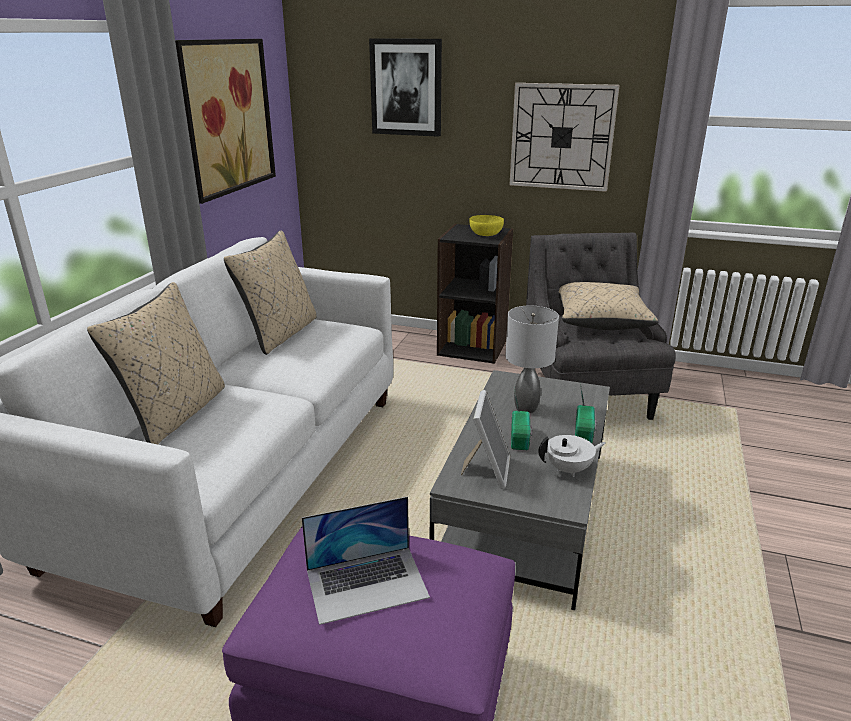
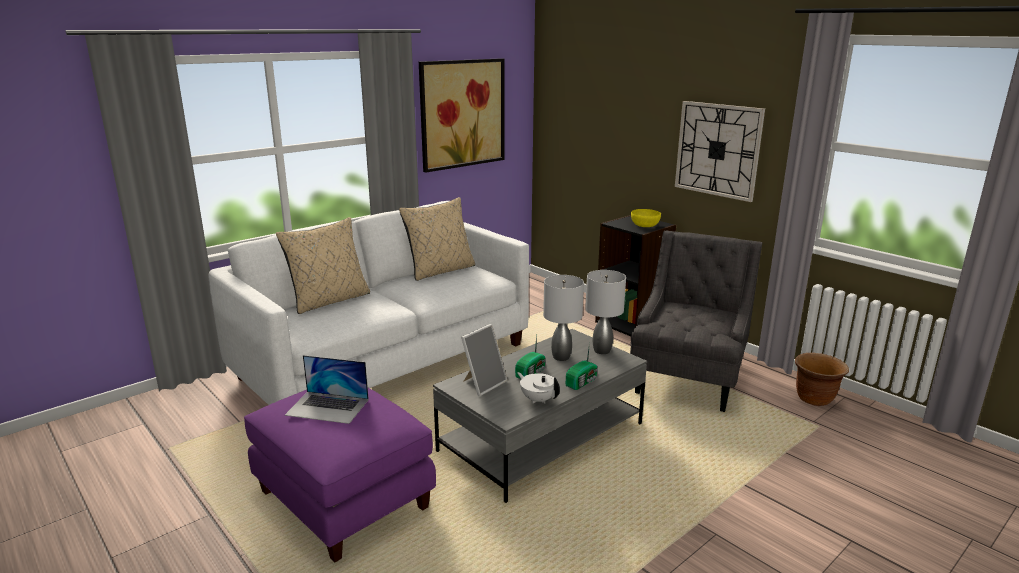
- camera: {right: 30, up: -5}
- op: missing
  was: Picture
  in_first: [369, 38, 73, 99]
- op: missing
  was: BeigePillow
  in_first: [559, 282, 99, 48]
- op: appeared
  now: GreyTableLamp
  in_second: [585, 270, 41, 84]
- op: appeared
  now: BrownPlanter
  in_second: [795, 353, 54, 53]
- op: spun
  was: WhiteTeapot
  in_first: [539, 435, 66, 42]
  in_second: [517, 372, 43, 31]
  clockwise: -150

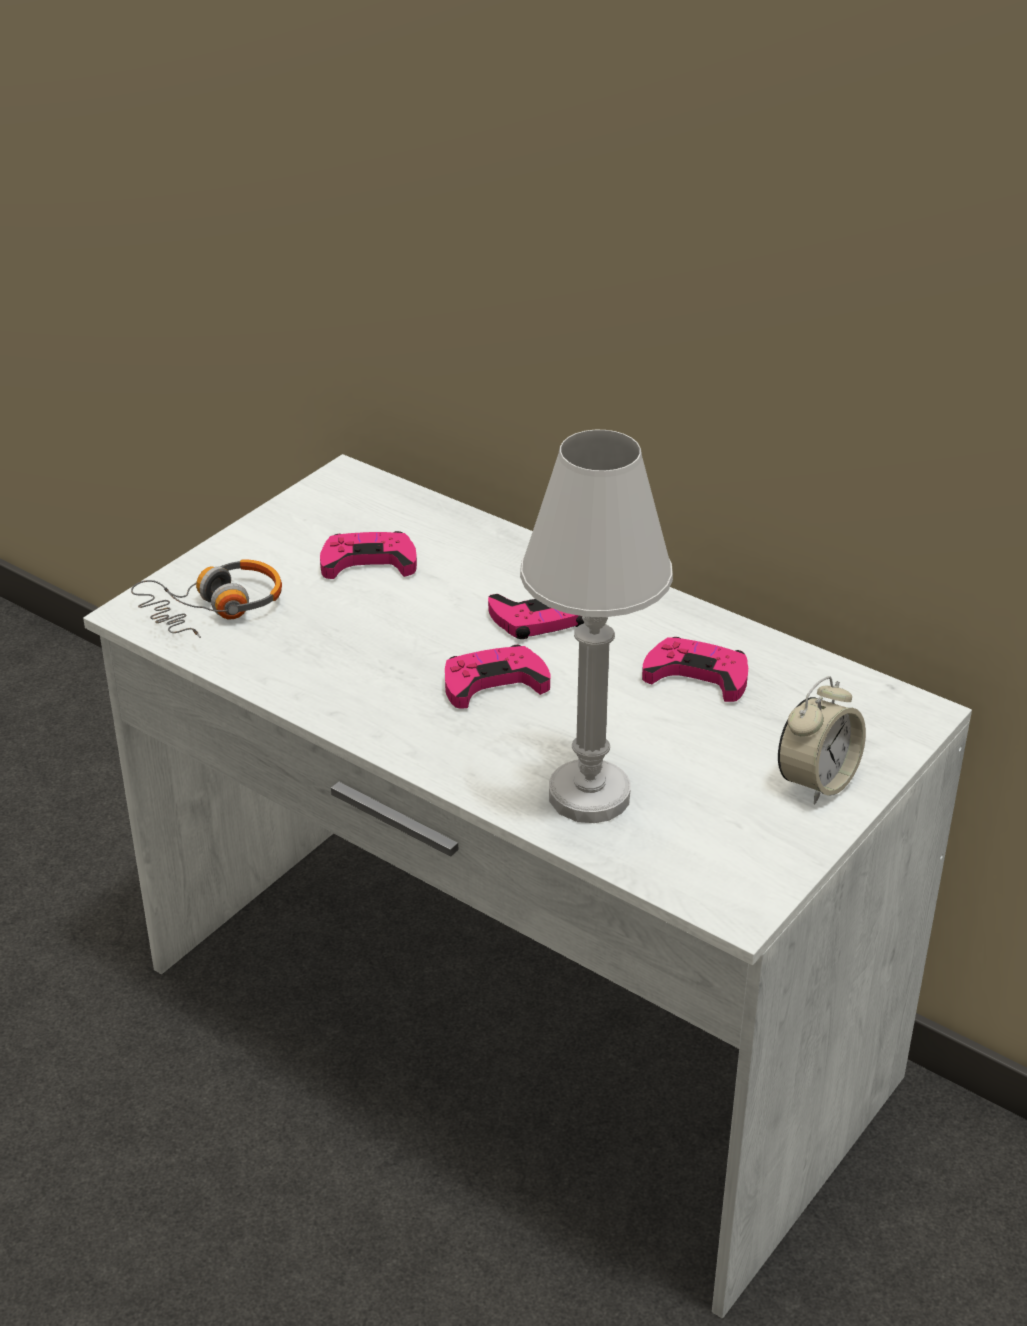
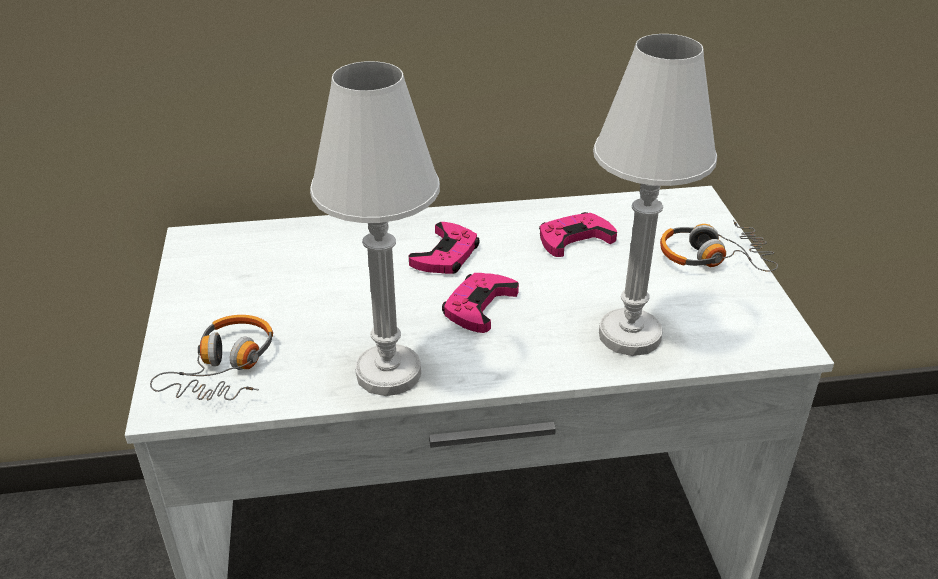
- camera: {right: -45, up: 0}
- op: missing
  was: PinkGameController
  in_first: [320, 531, 97, 48]
- op: appeared
  now: WhiteTableLamp
  in_second: [310, 61, 130, 335]
- op: exchanged
  was: AlarmClock
  now: Headphones
  in_first: [778, 676, 88, 128]
  in_second: [660, 220, 118, 52]

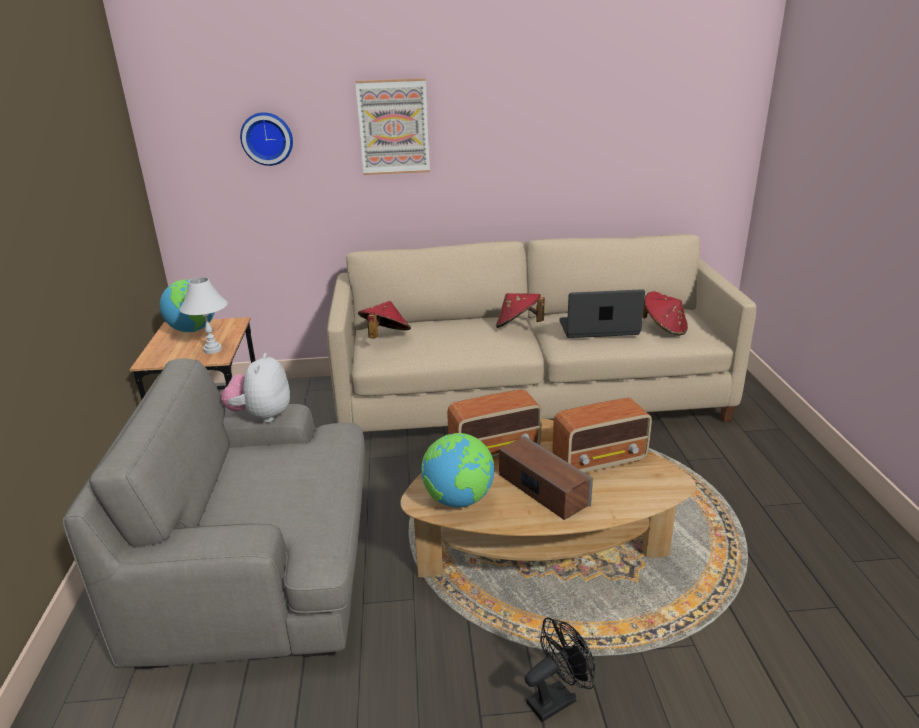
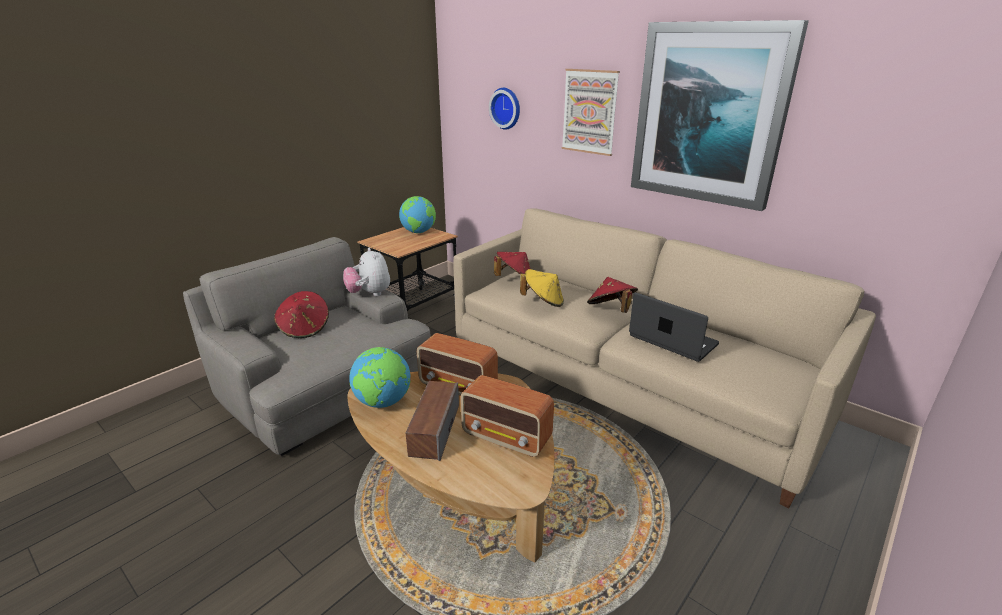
- camera: {right: 45, up: 0}
- op: missing
  was: WhiteTableLamp
  in_first: [180, 277, 48, 77]
- op: missing
  was: BlackFan
  in_first: [525, 617, 70, 105]
- op: appeared
  now: YellowHat
  in_second: [520, 269, 44, 38]
- op: appeared
  now: Picture
  in_second: [631, 20, 178, 191]
- op: relocated
  was: RedHat
  in_first: [643, 291, 45, 45]
  in_second: [274, 291, 55, 47]
- op: spun
  was: PlushToy
  in_first: [221, 353, 69, 69]
  in_second: [343, 248, 47, 48]
  clockwise: -75

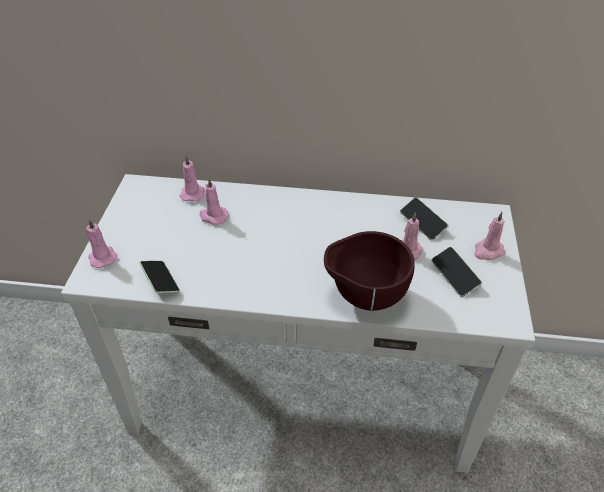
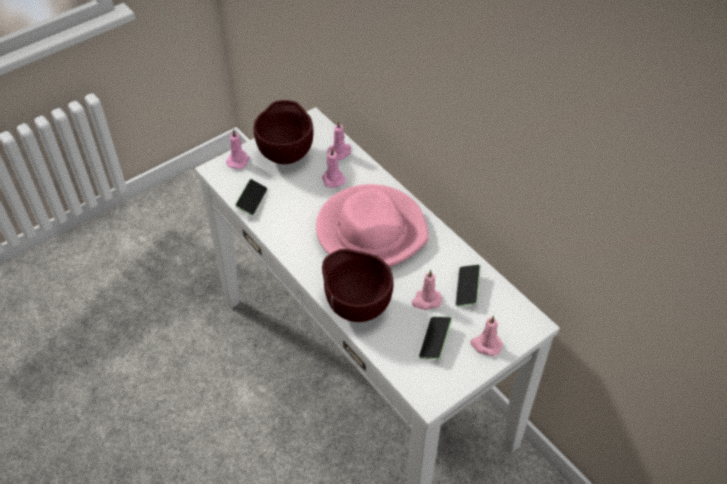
- camera: {right: 45, up: 5}
- op: appeared
  now: BrownBowl
  in_second: [254, 100, 59, 64]
- op: appeared
  now: PinkHat
  in_second: [316, 184, 113, 83]

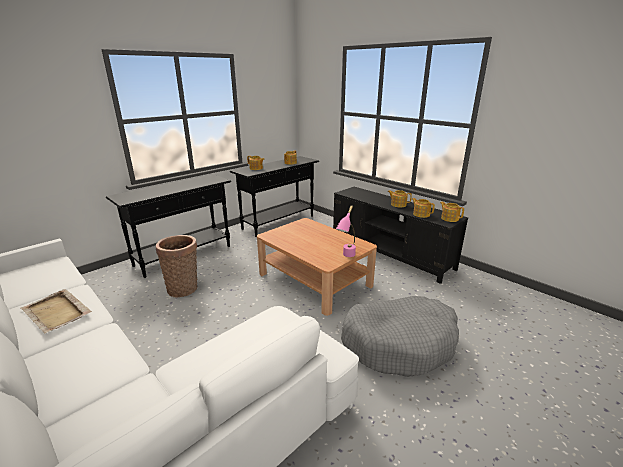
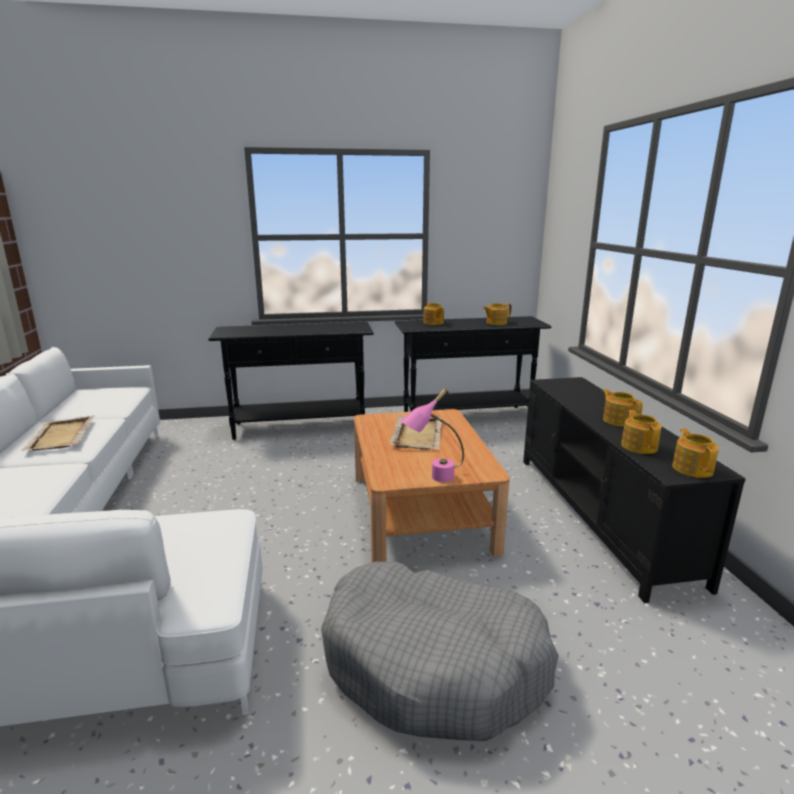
- camera: {right: 35, up: -5}
- op: missing
  was: Basket
  in_first: [156, 235, 42, 62]
- op: appeared
  now: BeigeTray
  in_second: [390, 415, 52, 35]

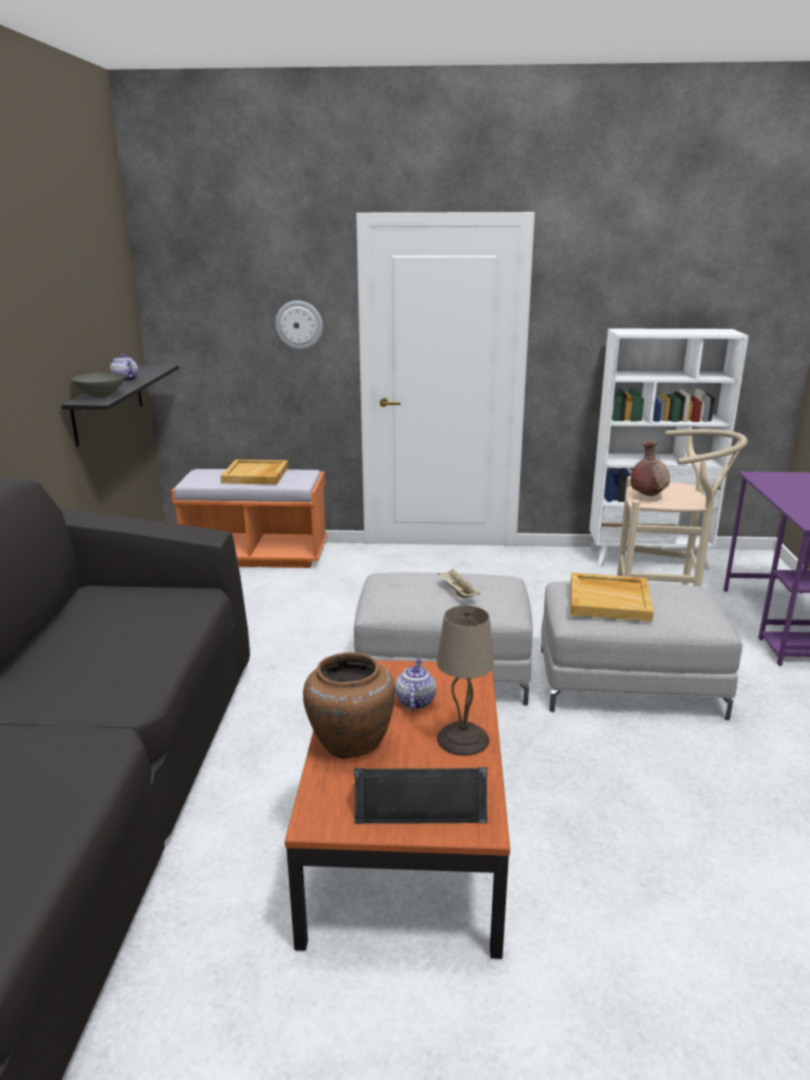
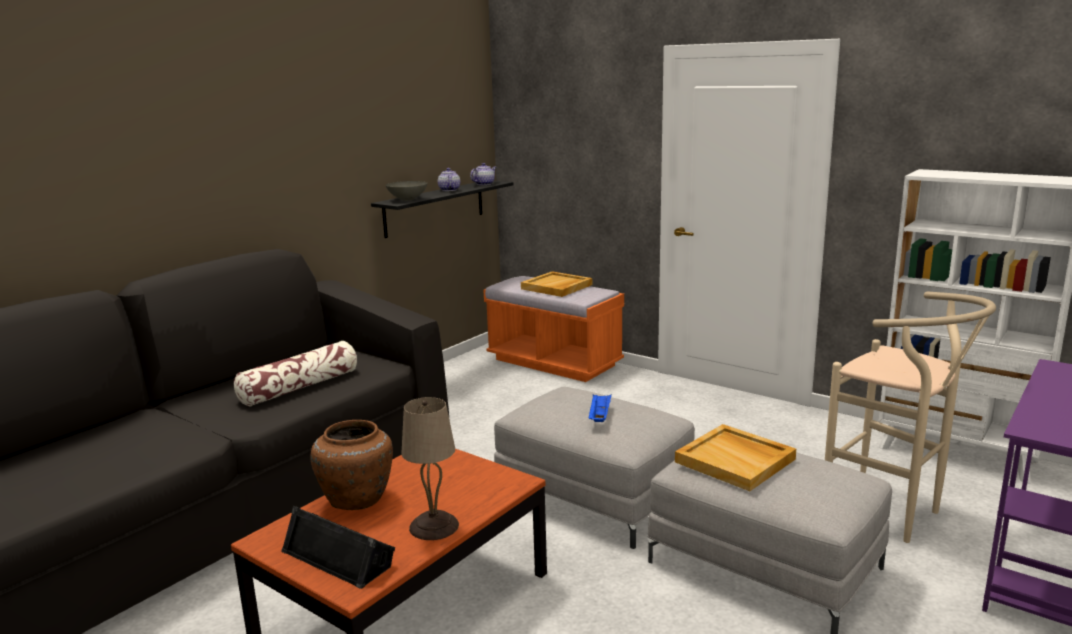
- camera: {right: 35, up: -5}
- op: missing
  was: WallClock
  in_first: [275, 301, 48, 49]
- op: missing
  was: BrownVase
  in_first: [631, 441, 39, 55]
- op: appeared
  now: Pillow
  in_second: [234, 341, 123, 66]
- op: relocated
  was: Teapot
  in_first: [395, 659, 41, 51]
  in_second: [470, 163, 26, 22]
- op: colour
  was: BeigeTray
  now: BlueTray
  in_first: [438, 569, 42, 29]
  in_second: [588, 394, 24, 28]

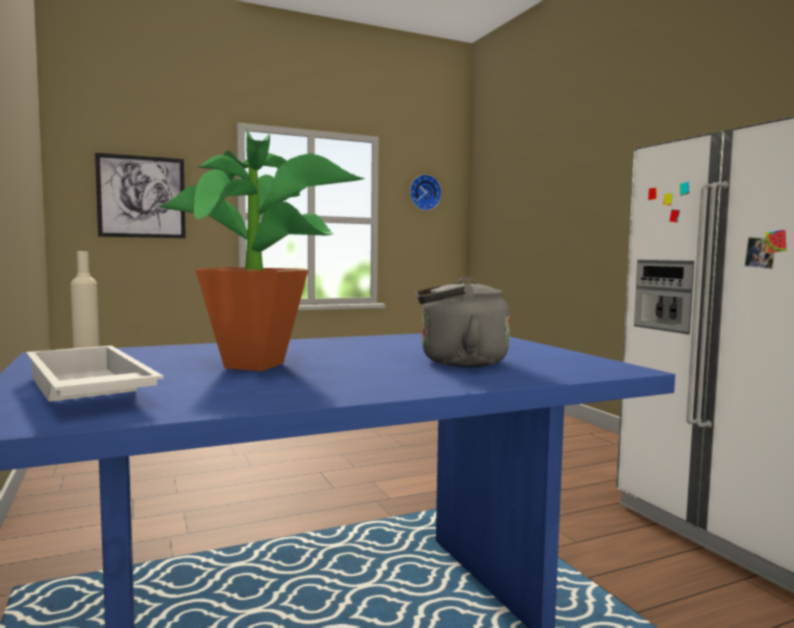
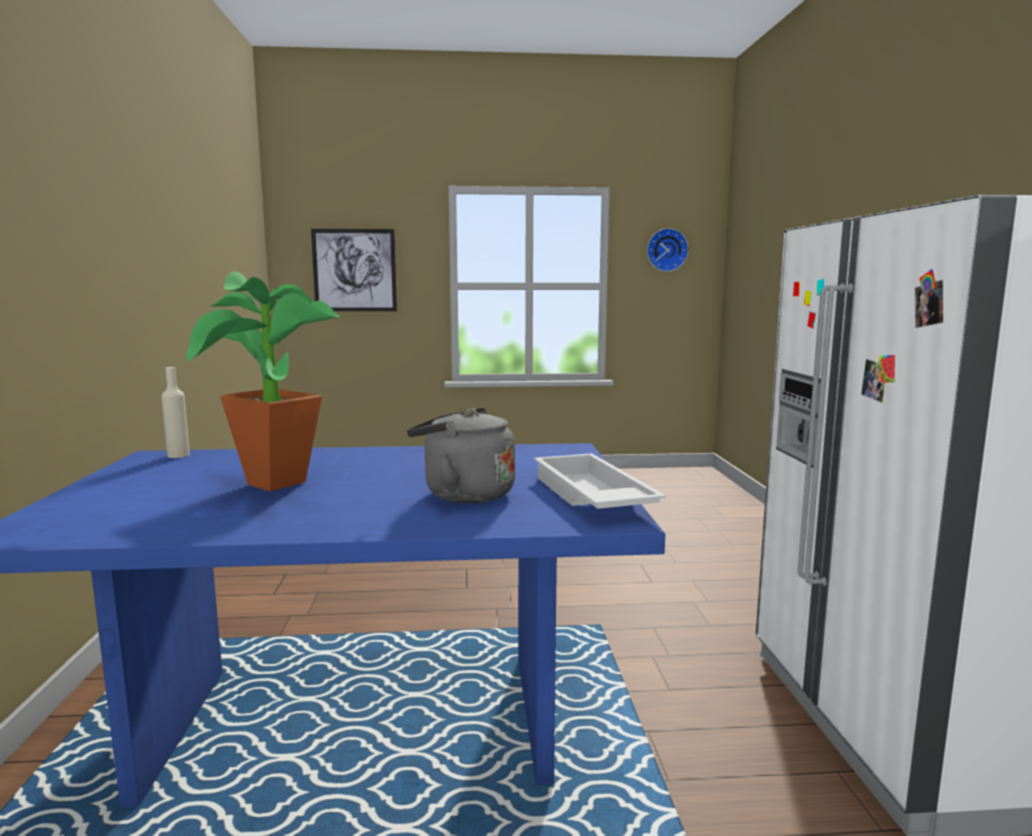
- camera: {right: 20, up: 5}
- op: relocated
  was: WhiteTray
  in_first: [26, 346, 137, 56]
  in_second: [534, 454, 132, 55]

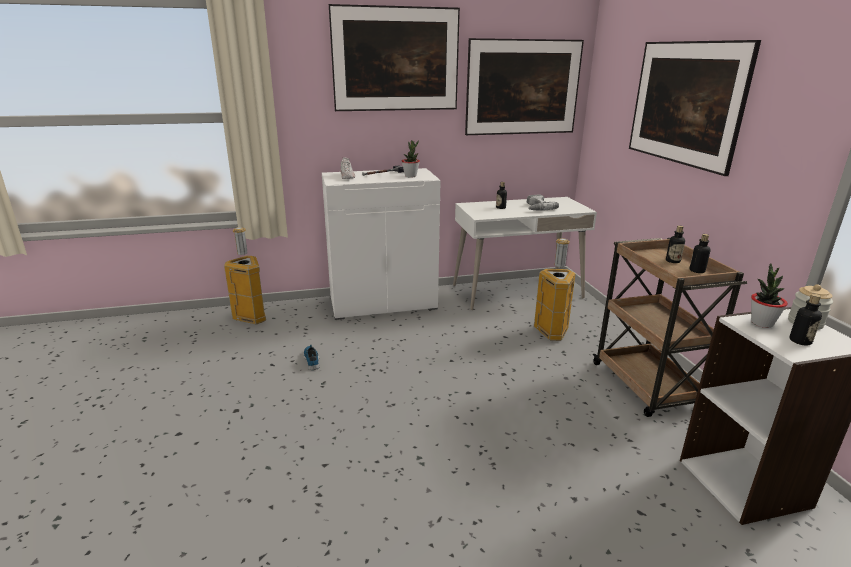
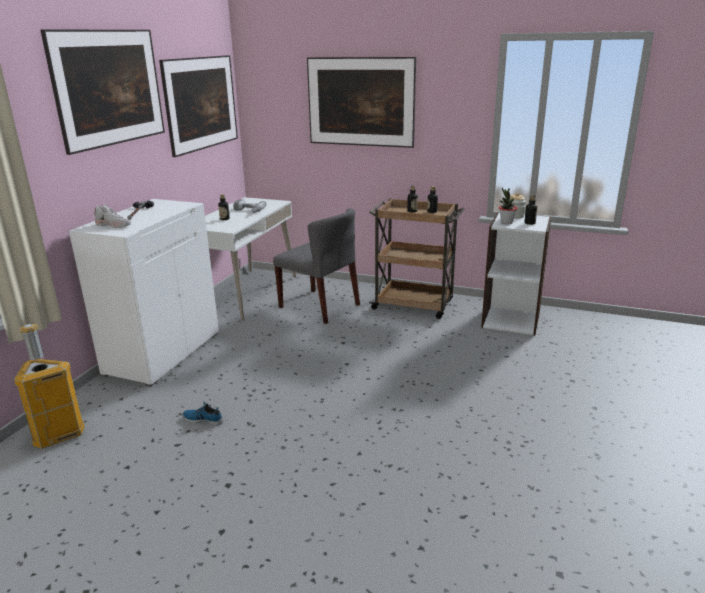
- camera: {right: -55, up: 0}
- op: missing
  was: PottedPlant
  in_first: [402, 140, 18, 38]
- op: exchanged
  was: TrashCan
  now: GreyChair
  in_first: [534, 238, 42, 103]
  in_second: [273, 208, 87, 116]

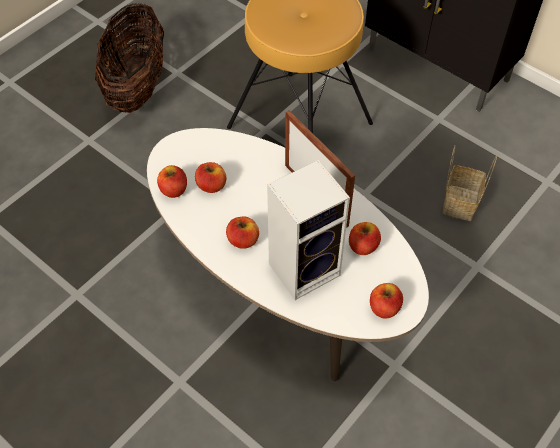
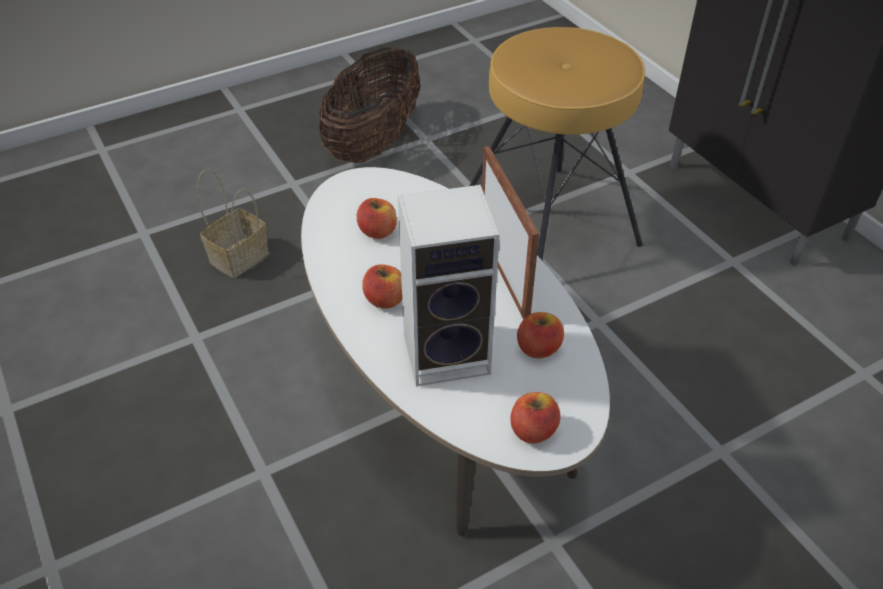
- camera: {right: 20, up: -10}
- op: missing
  was: Apple
  in_first: [157, 165, 30, 33]
- op: relocated
  was: Basket
  in_first: [442, 146, 55, 75]
  in_second: [197, 169, 72, 109]

